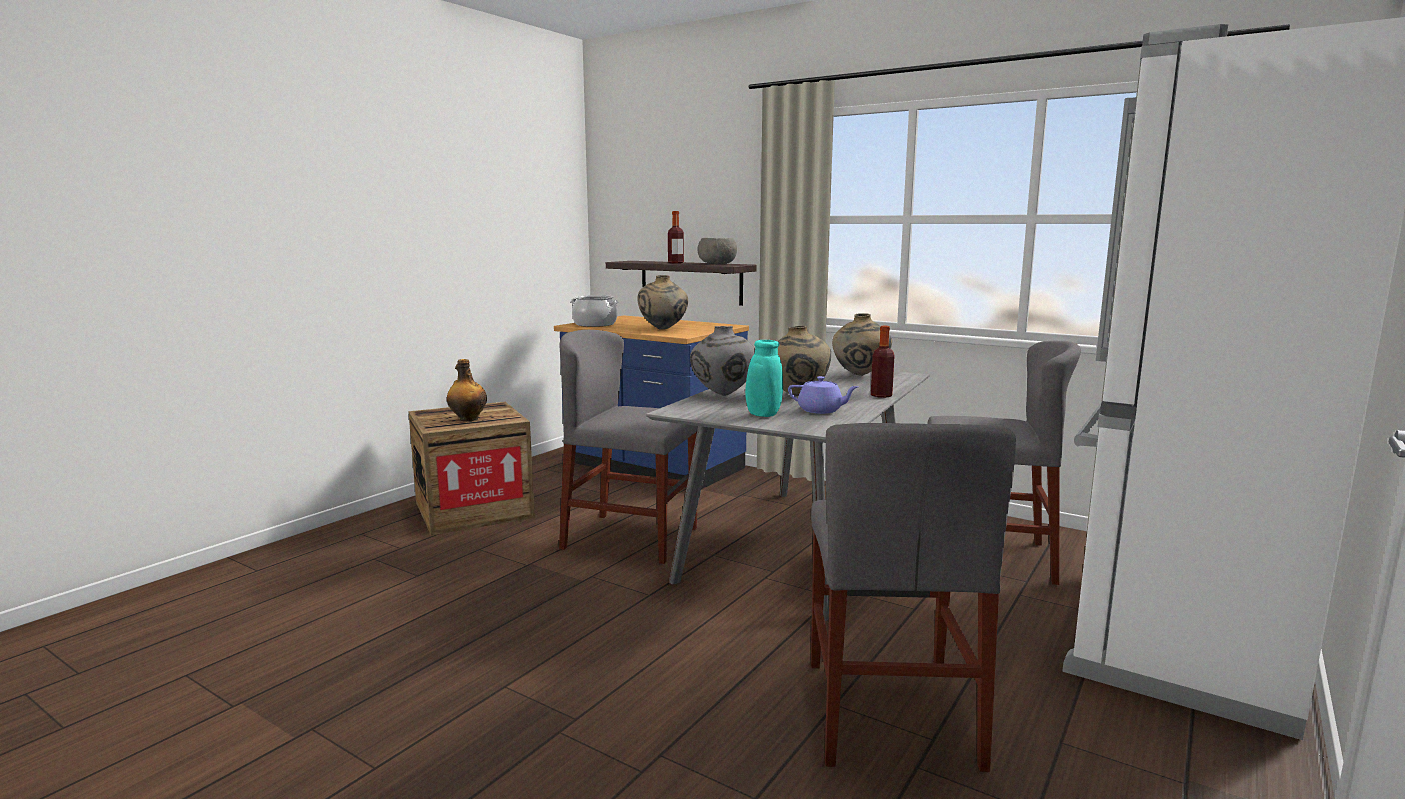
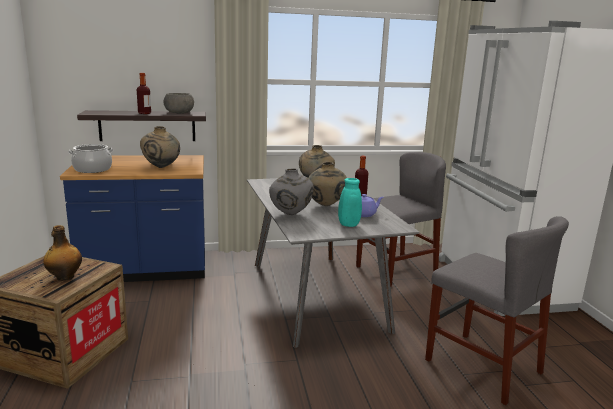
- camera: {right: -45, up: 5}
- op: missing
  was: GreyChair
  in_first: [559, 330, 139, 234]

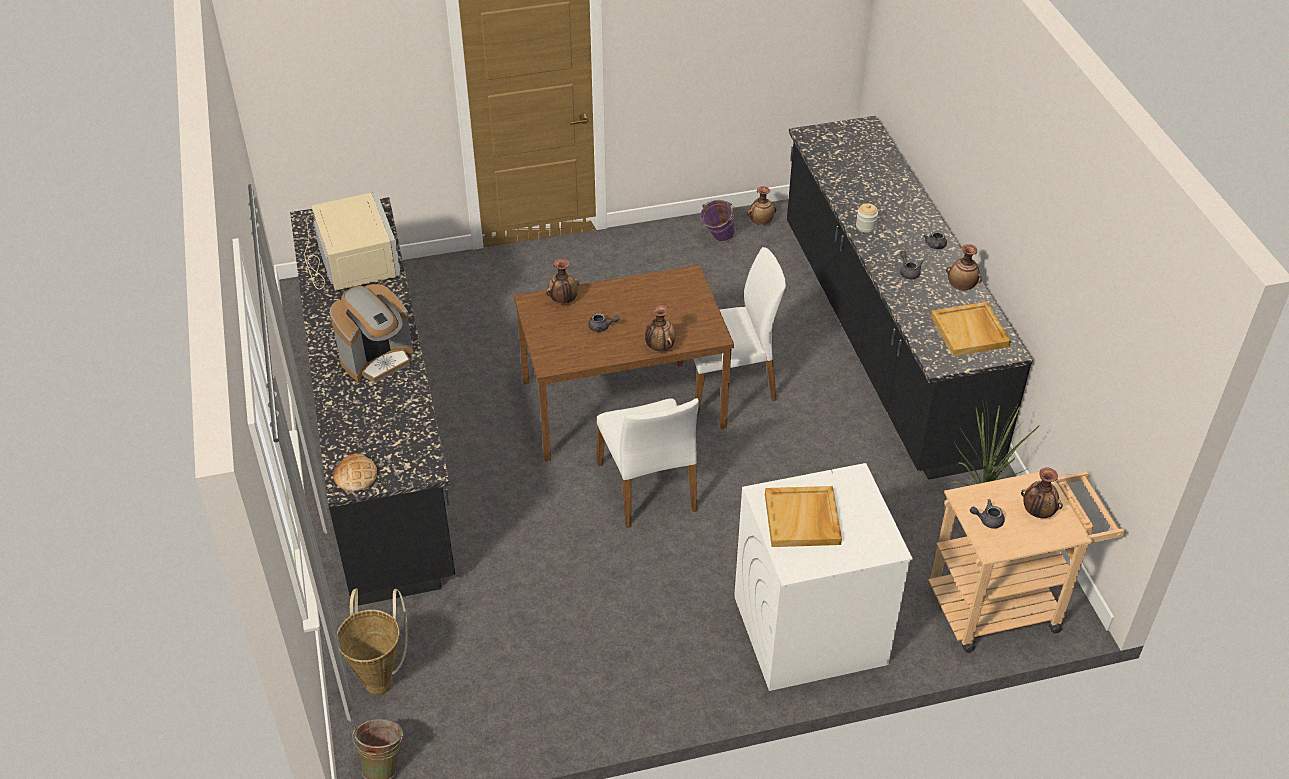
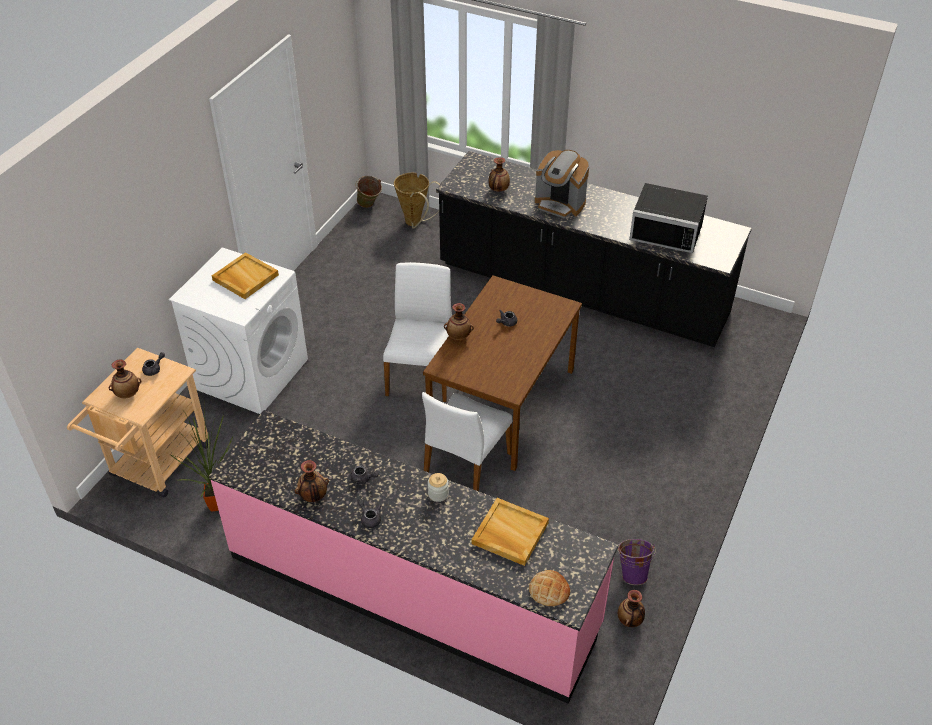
- camera: {right: 130, up: 0}
- op: relocated
  was: Bread
  in_first: [333, 454, 44, 38]
  in_second: [529, 570, 41, 36]
- op: relocated
  was: Vase
  in_first: [546, 259, 33, 45]
  in_second: [489, 157, 21, 35]
- op: relocated
  was: BeigeTray
  in_first: [931, 302, 80, 54]
  in_second: [472, 498, 77, 68]
- op: colour
  was: BeigeMicrowave
  now: BlackMicrowave
  in_first: [304, 192, 97, 99]
  in_second: [629, 183, 79, 71]
- op: colour
  was: BlackCounter
  now: PinkCounter
  in_first: [787, 116, 246, 364]
  in_second: [209, 410, 410, 294]
- op: spun
  was: CoffeeMachine
  in_first: [330, 284, 84, 99]
  in_second: [535, 150, 54, 68]
  clockwise: -60
- op: spun
  was: WhiteChair
  in_first: [597, 398, 102, 130]
  in_second: [383, 262, 69, 140]
  clockwise: 75

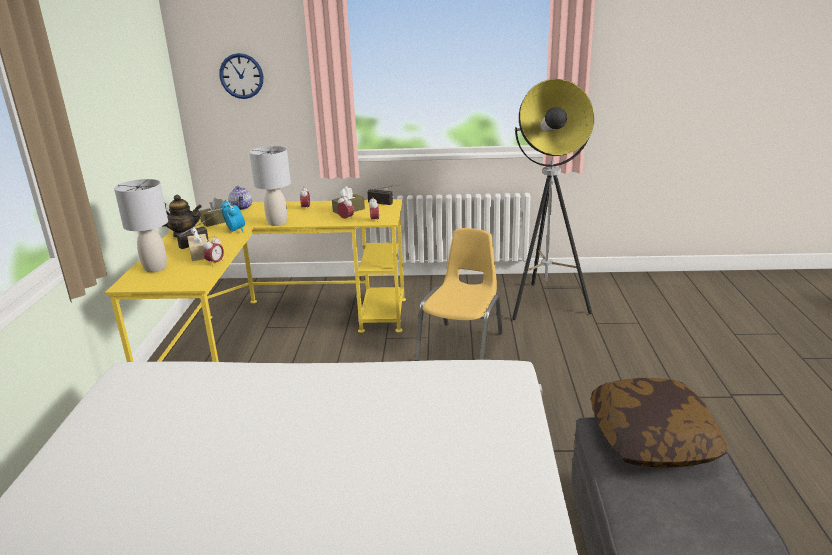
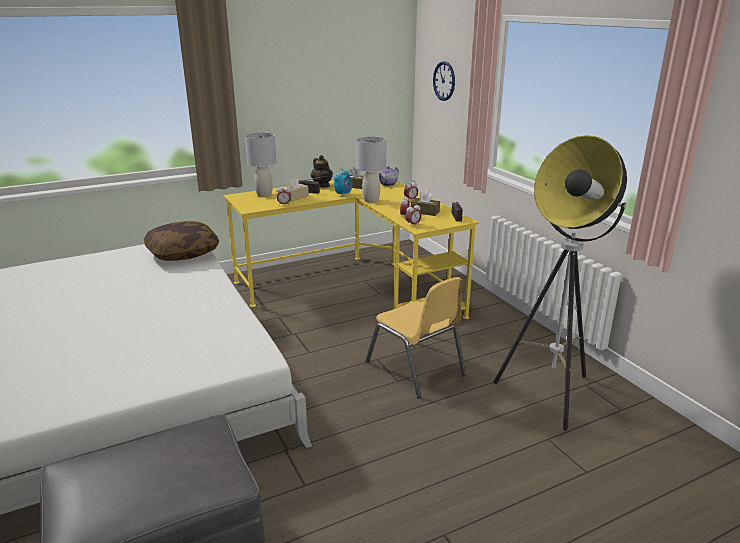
- camera: {right: 60, up: 0}
- op: relocated
  was: Pillow
  in_first: [591, 378, 137, 90]
  in_second: [144, 221, 75, 40]
- op: spun
  was: YellowChair
  in_first: [415, 228, 88, 133]
  in_second: [366, 277, 100, 121]
  clockwise: 60

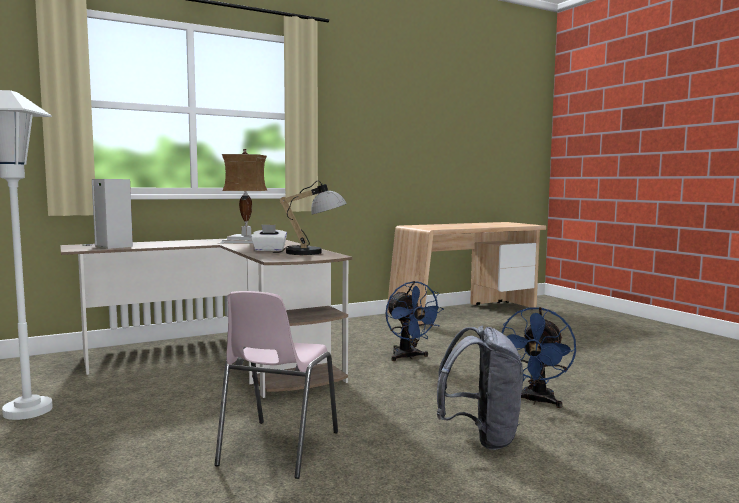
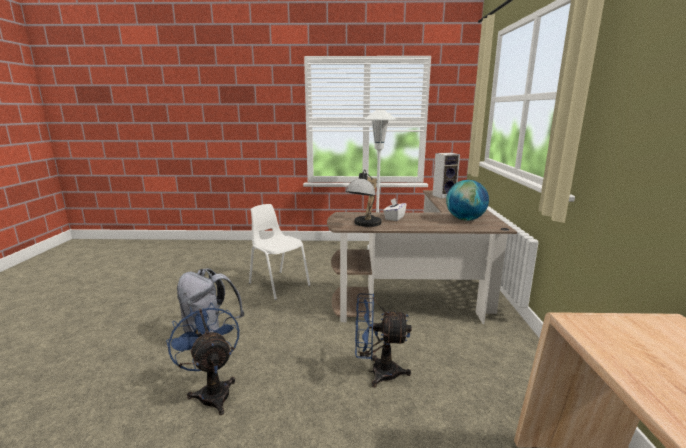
- camera: {right: 120, up: 10}
- op: exchanged
  was: TableLamp
  now: Globe
  in_first: [218, 149, 49, 95]
  in_second: [446, 180, 43, 41]
- op: colour
  was: PinkChair
  now: WhiteChair
  in_first: [215, 291, 123, 188]
  in_second: [249, 204, 61, 96]

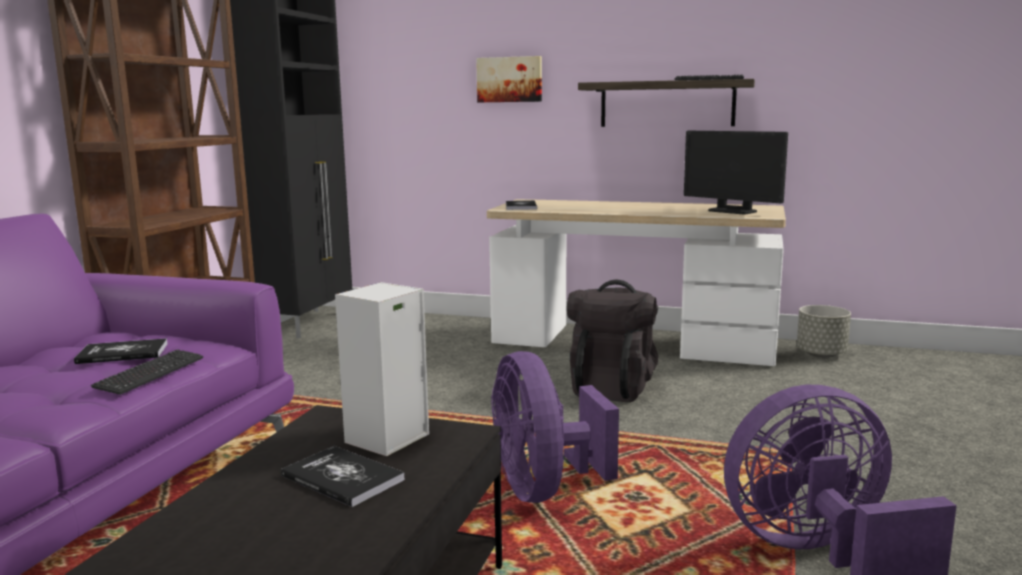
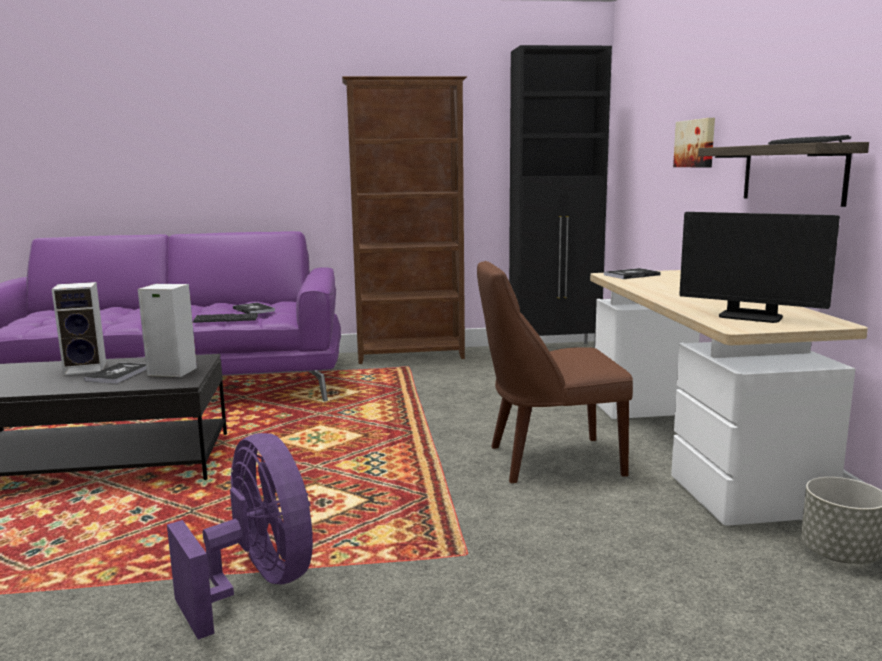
- camera: {right: 65, up: 0}
- op: missing
  was: PurpleFan
  in_first: [491, 351, 128, 152]
- op: appeared
  now: Speaker
  in_second: [52, 282, 54, 93]
- op: exchanged
  was: BlackBackpack
  now: BrownChair
  in_first: [567, 280, 91, 122]
  in_second: [477, 261, 156, 222]
- op: spun
  was: Monitor
  in_first: [684, 131, 104, 83]
  in_second: [679, 212, 161, 111]
  clockwise: -75

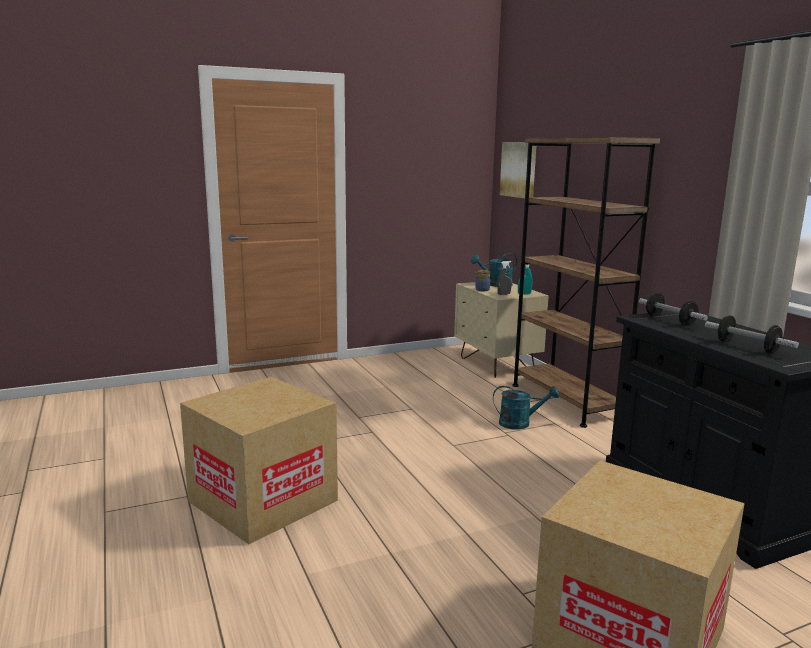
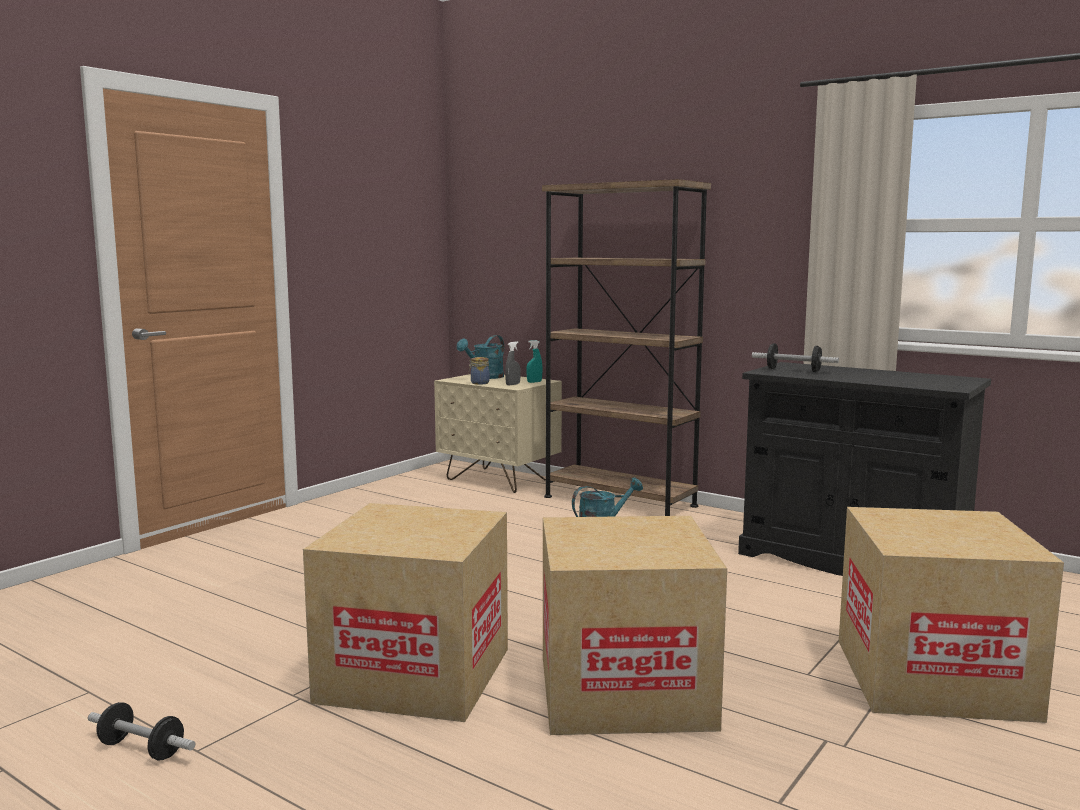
- camera: {right: -30, up: -5}
- op: missing
  was: Picture
  in_first: [500, 142, 36, 56]
- op: appeared
  now: CardboardBox
  in_second: [543, 516, 184, 219]
- op: relocated
  was: Dumbbell
  in_first: [705, 316, 94, 37]
  in_second: [88, 702, 107, 58]

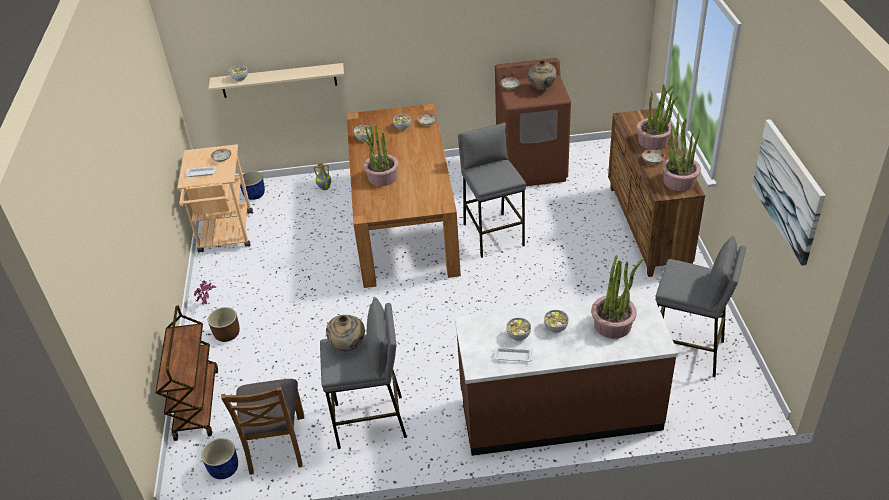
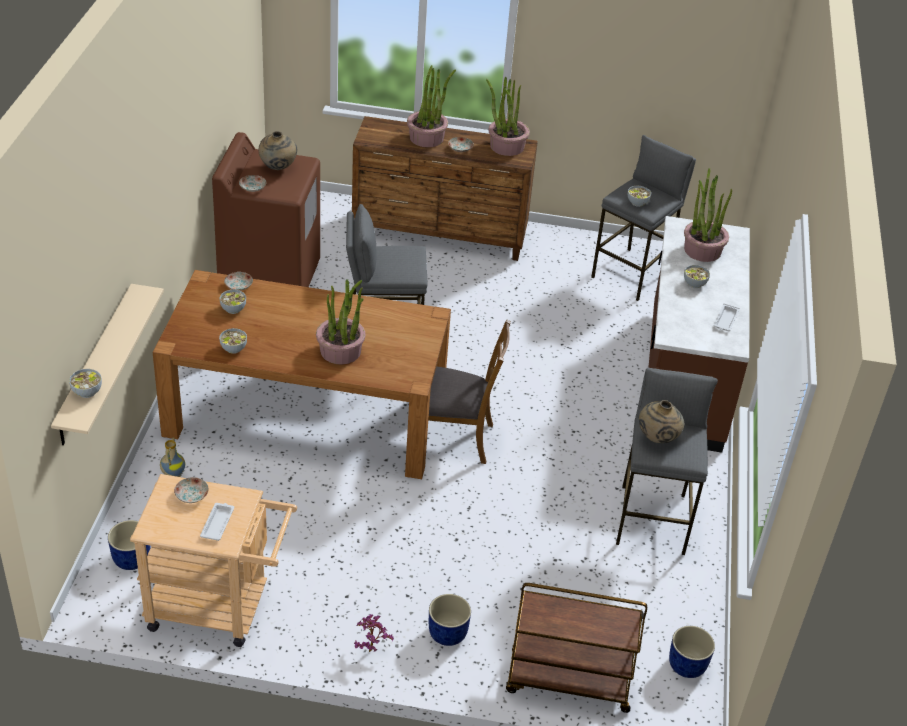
- camera: {right: -80, up: 0}
- op: missing
  was: Picture
  in_first: [752, 119, 74, 147]
- op: relocated
  was: BrownChair
  in_first: [221, 379, 83, 96]
  in_second: [428, 319, 83, 145]
- op: relocated
  was: Bowl
  in_first: [506, 318, 25, 23]
  in_second: [628, 186, 23, 21]
- op: colour
  was: BrownPlanter
  now: BluePlanter
  in_first: [208, 307, 32, 35]
  in_second: [429, 594, 42, 52]

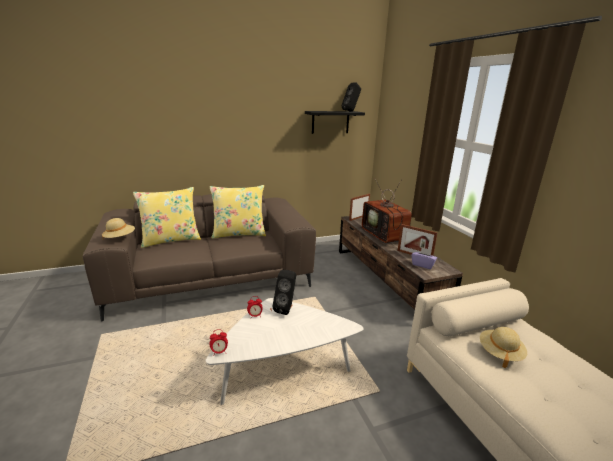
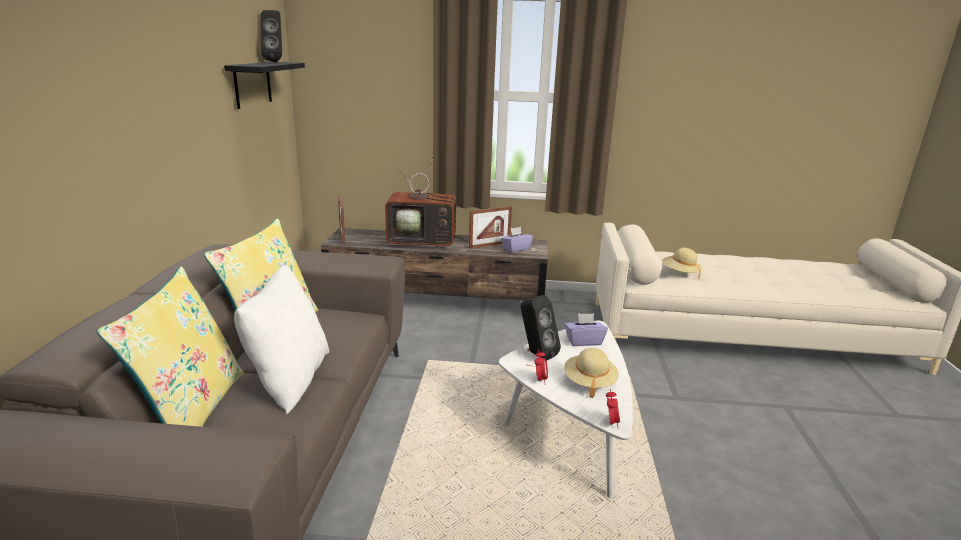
- camera: {right: -65, up: 0}
- op: appeared
  now: WhitePillow
  in_second: [234, 265, 95, 149]
- op: appeared
  now: PurpleTissueBox
  in_second: [565, 313, 43, 33]
- op: relocated
  was: BeigeHat
  in_first: [102, 218, 33, 21]
  in_second: [564, 348, 55, 50]

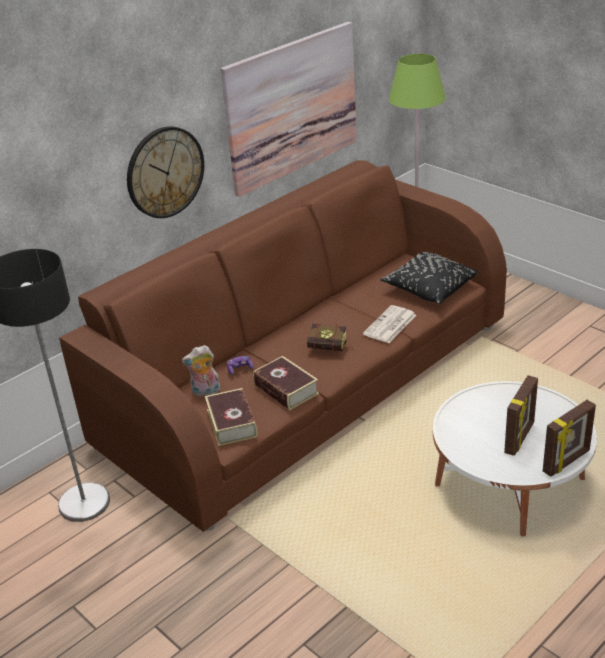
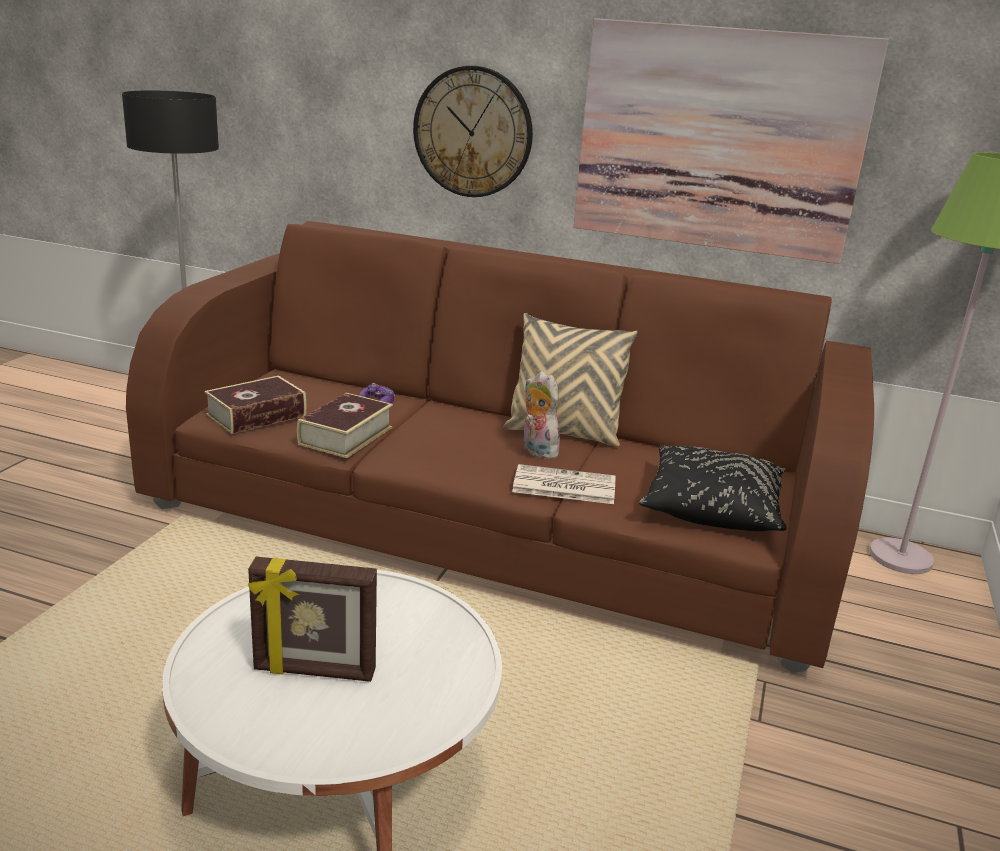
- camera: {right: 60, up: -10}
- op: missing
  was: Book
  in_first: [307, 323, 48, 28]
- op: missing
  was: PictureFrame
  in_first: [543, 400, 53, 77]
- op: appeared
  now: BeigePillow
  in_second: [503, 313, 135, 134]
- op: relocated
  was: PlushToy
  in_first: [182, 345, 38, 52]
  in_second: [524, 371, 36, 88]

